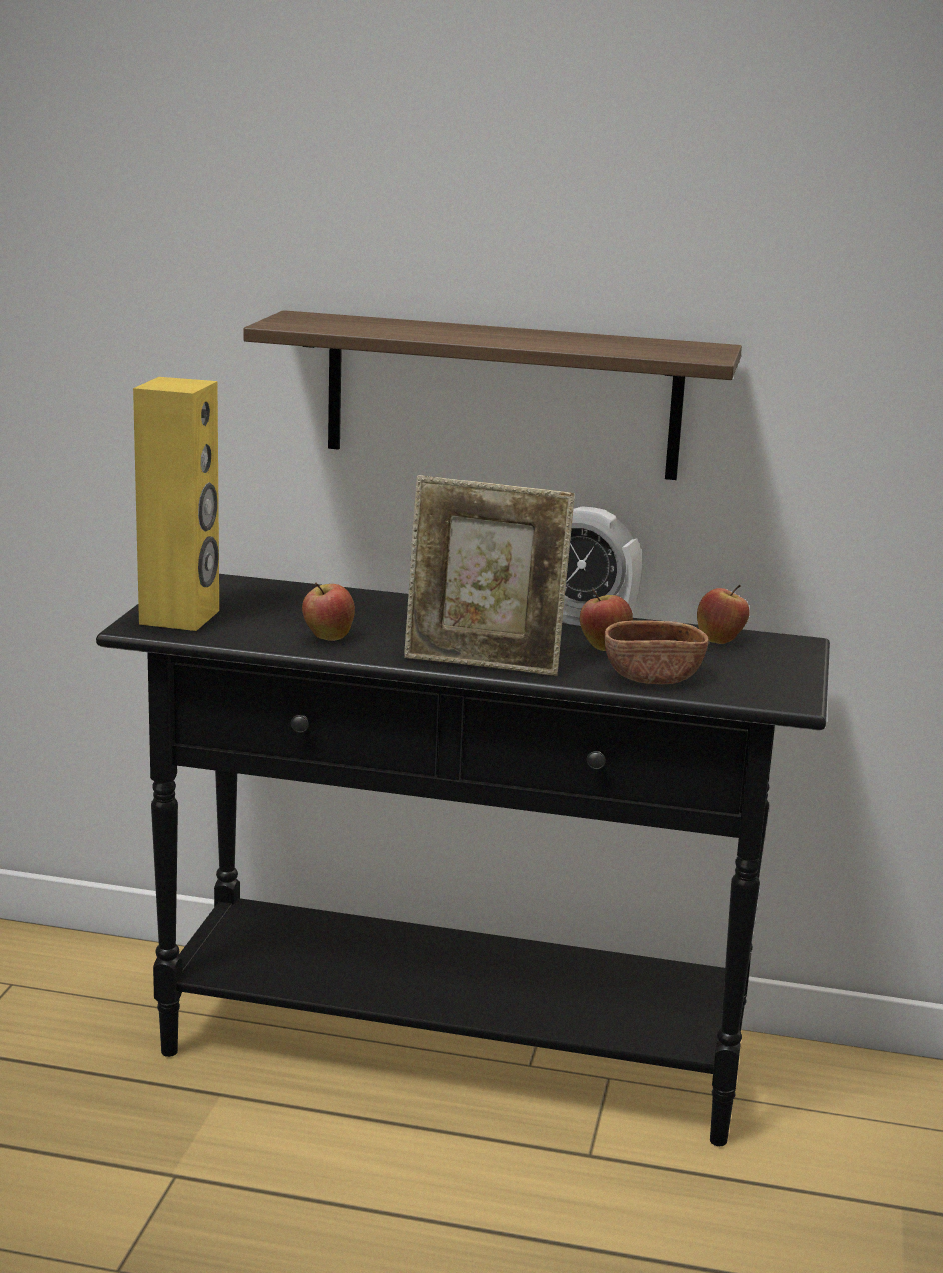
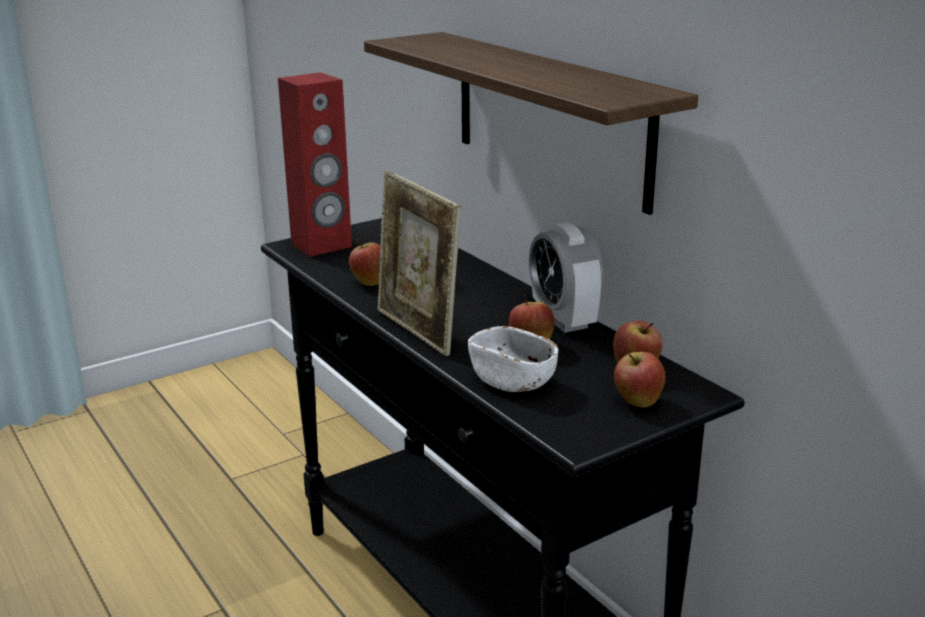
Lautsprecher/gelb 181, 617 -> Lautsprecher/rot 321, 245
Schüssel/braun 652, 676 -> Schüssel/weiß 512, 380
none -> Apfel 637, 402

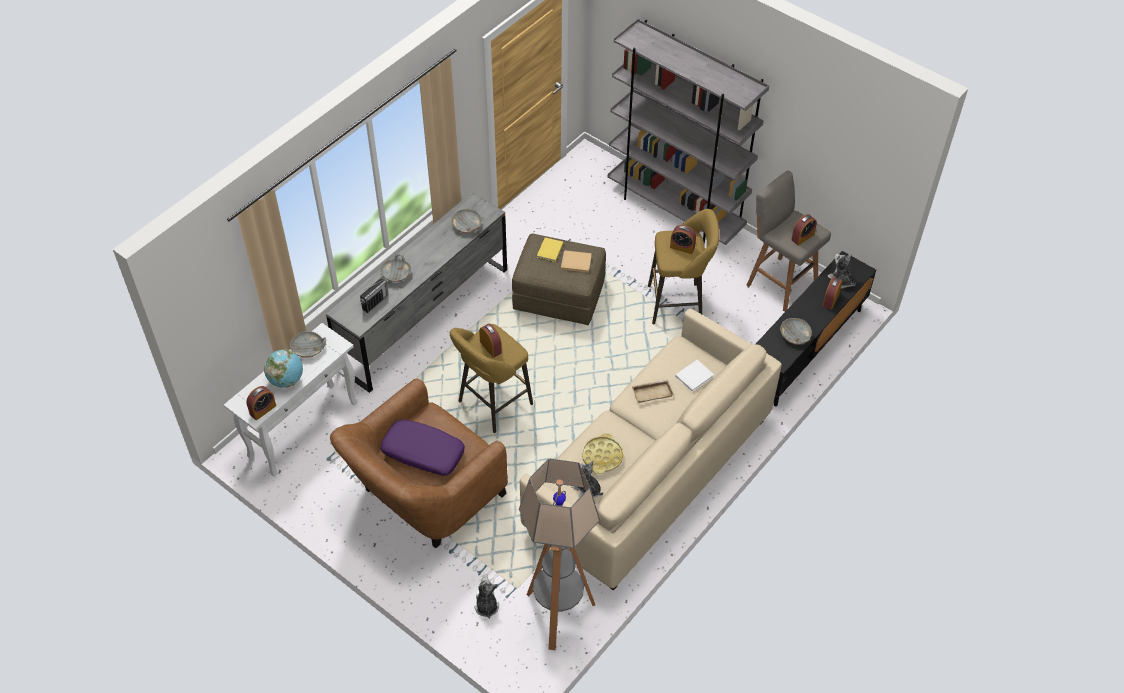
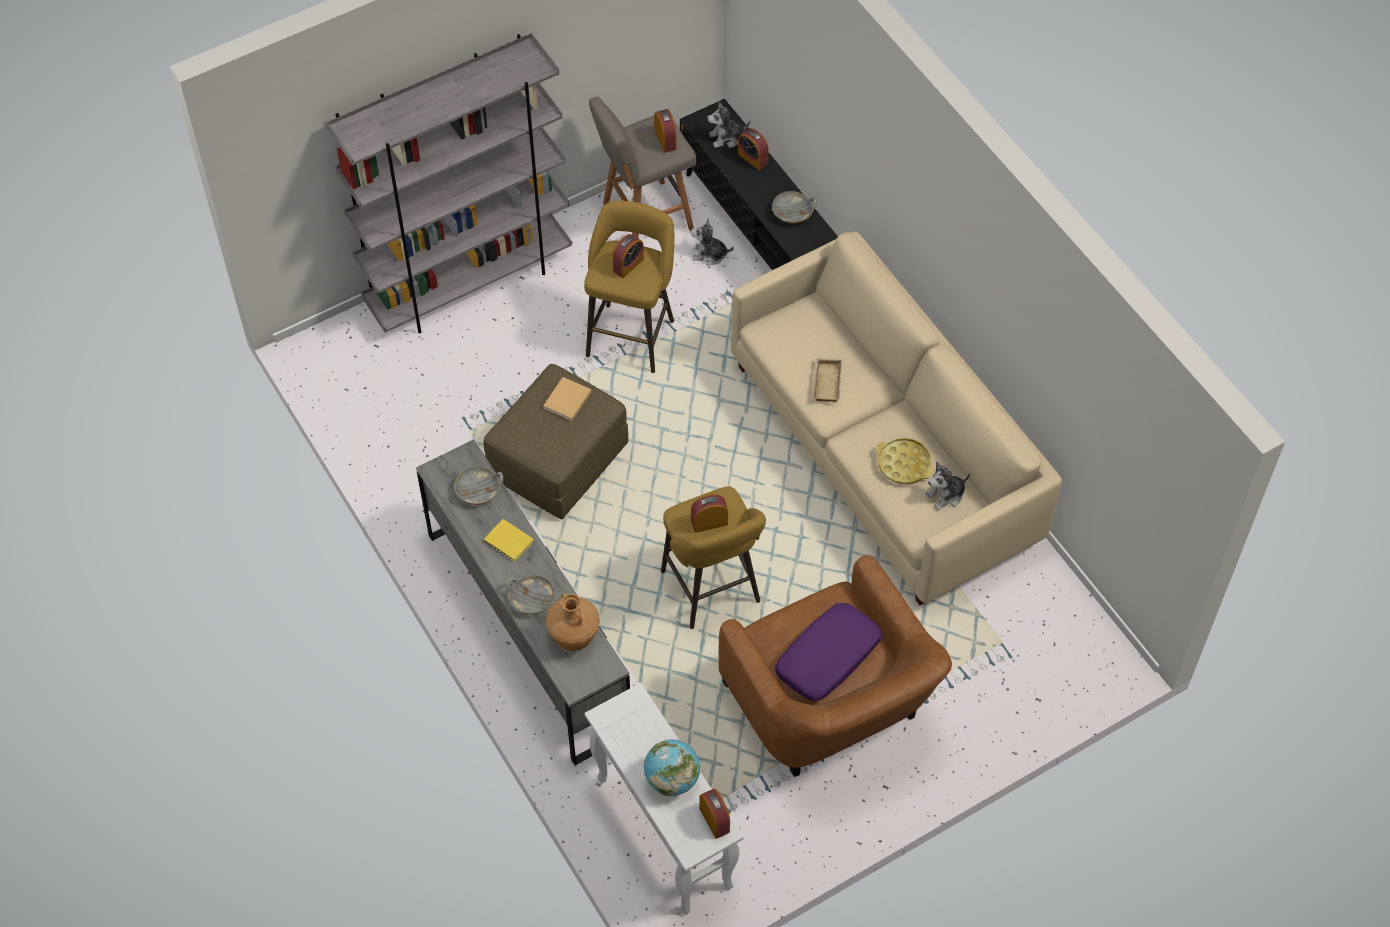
Schüssel/grau 309, 348 -> none
Radio 375, 302 -> Vase/braun 574, 638
Plüschtier 486, 606 -> Plüschtier 710, 255, relocated
Stehlampe 558, 614 -> none
Buch/gelb 549, 251 -> Buch/gelb 509, 542, relocated
Buch/weiß 695, 376 -> none

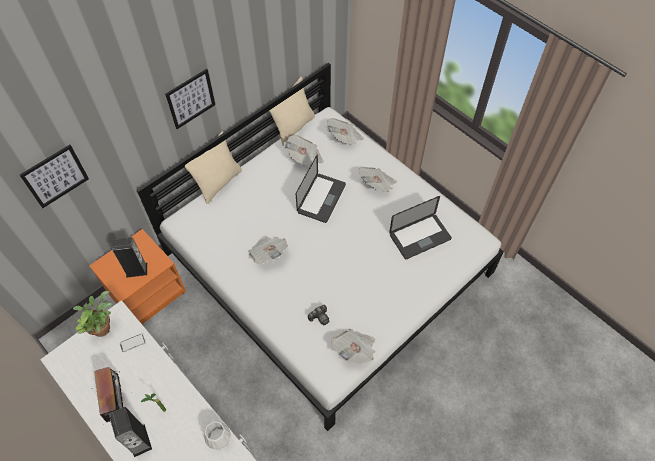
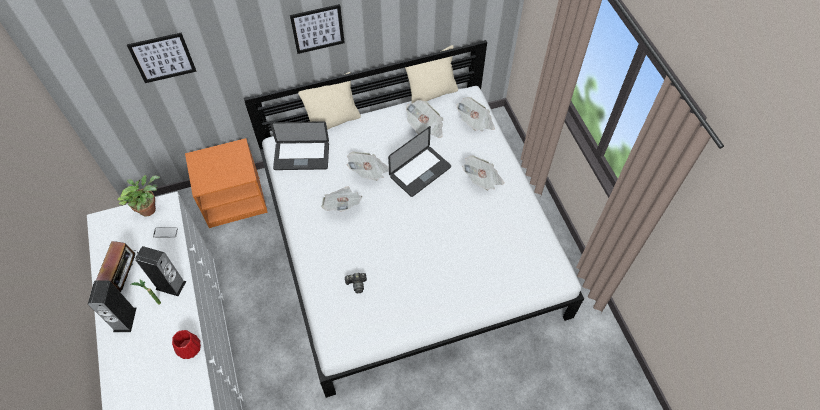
Lautsprecher 136, 270 -> Lautsprecher 170, 285, relocated
Vase/weiß 218, 438 -> Vase/rot 189, 349
Zeitung 355, 350 -> Zeitung 369, 172, relocated
Laptop 420, 237 -> Laptop 301, 156, relocated

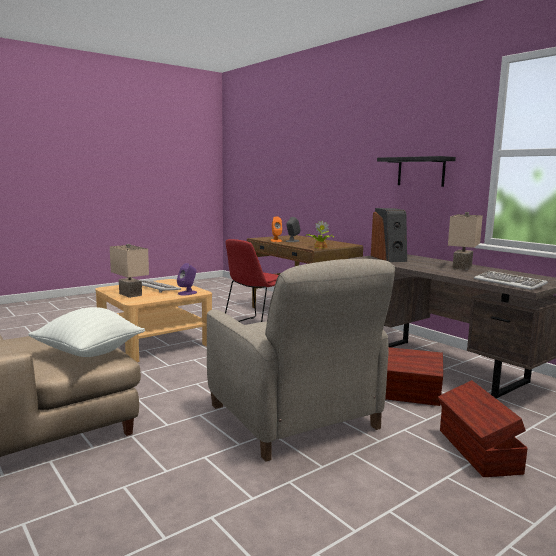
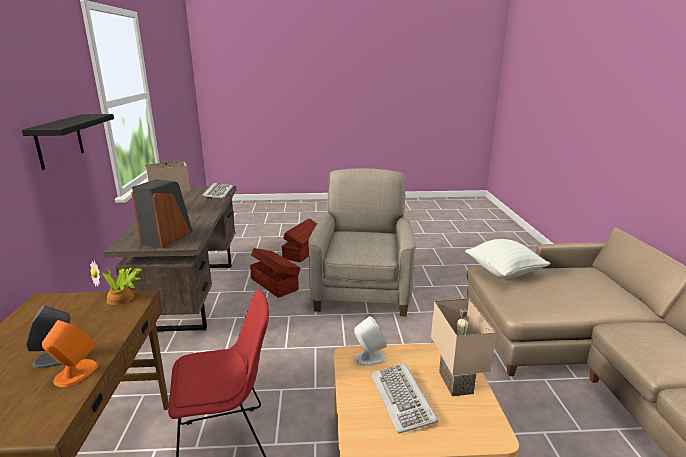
Lautsprecher/lila 187, 293 -> Lautsprecher/weiß 369, 358

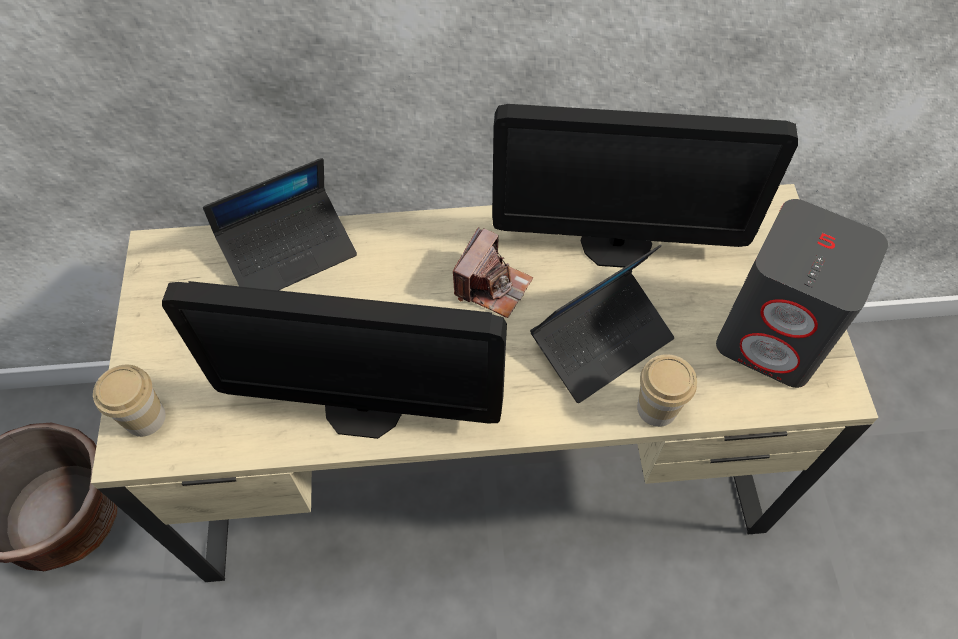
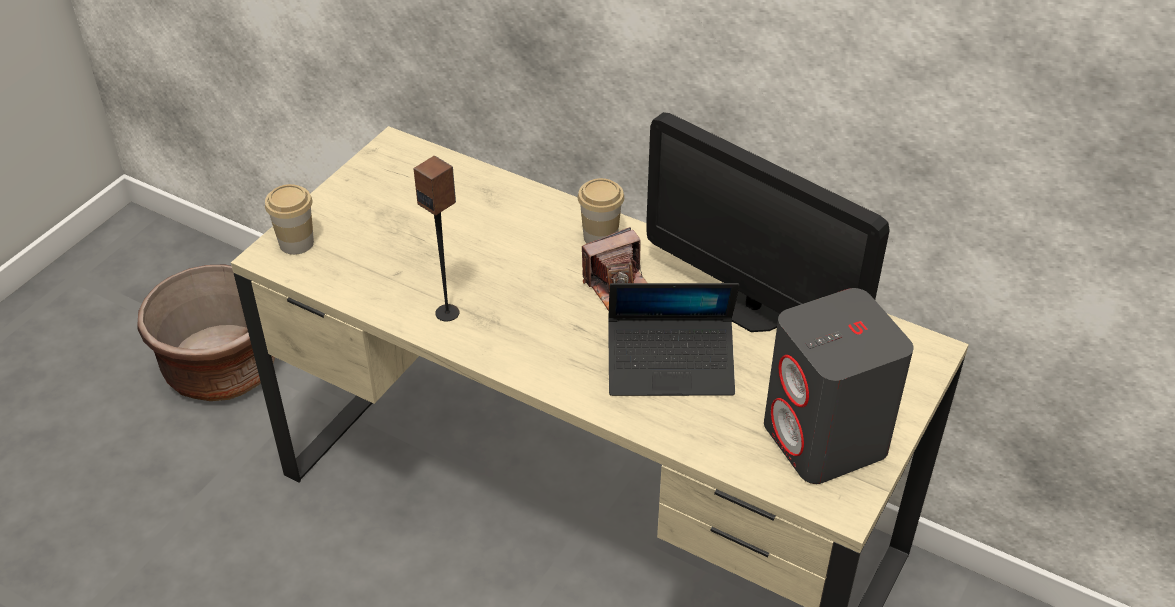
Monitor 364, 406 -> Lautsprecher 447, 312
Laptop 289, 252 -> none
Tasse 657, 408 -> Tasse 600, 237, relocated

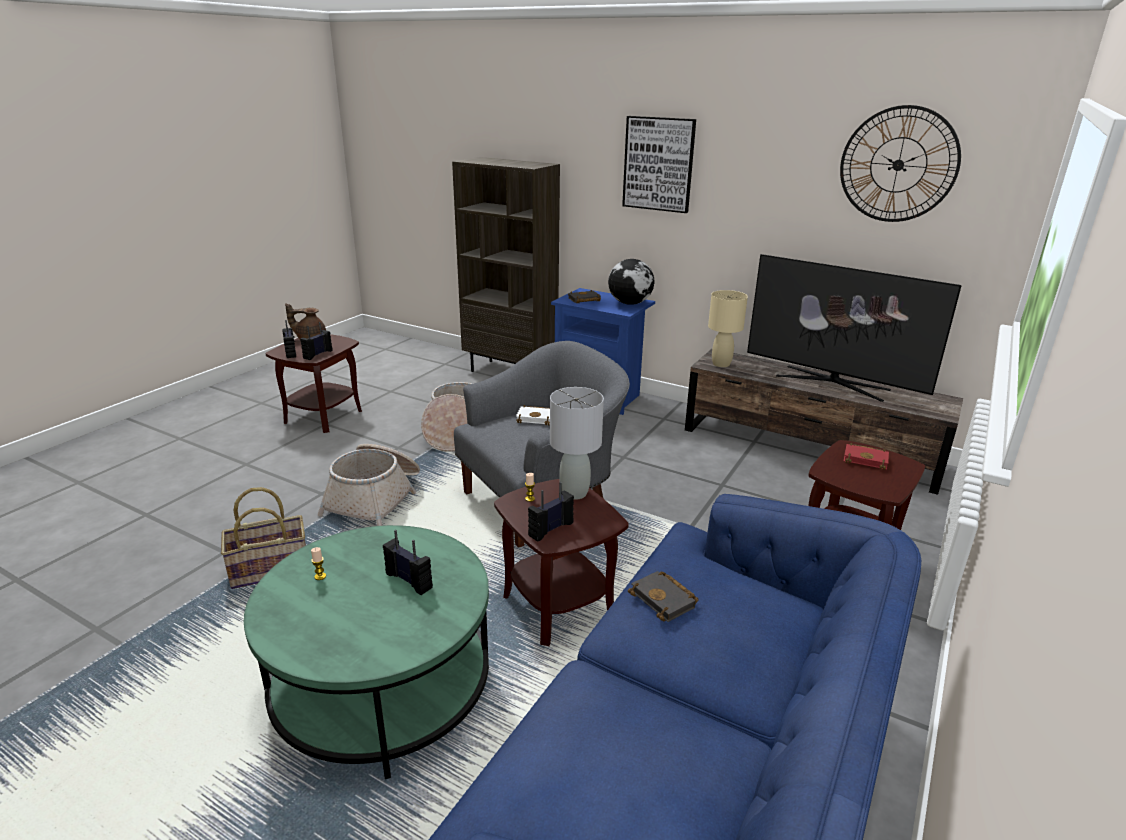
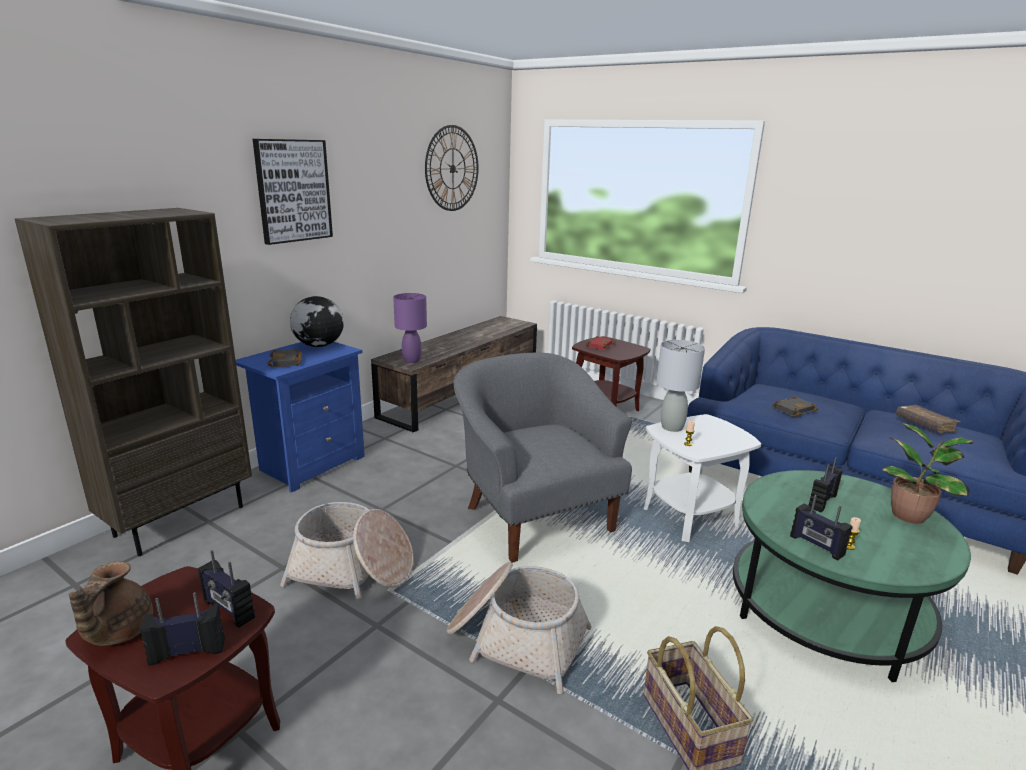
Beistelltisch/braun 559, 606 -> Beistelltisch/weiß 690, 516
Buch/weiß 537, 418 -> none
Radio 550, 529 -> Radio 816, 545, relocated
Tischlampe/beige 721, 364 -> Tischlampe/lila 412, 360
Fernseher 832, 382 -> none
none -> Topfpflanze 911, 516
none -> Buch/braun 924, 425

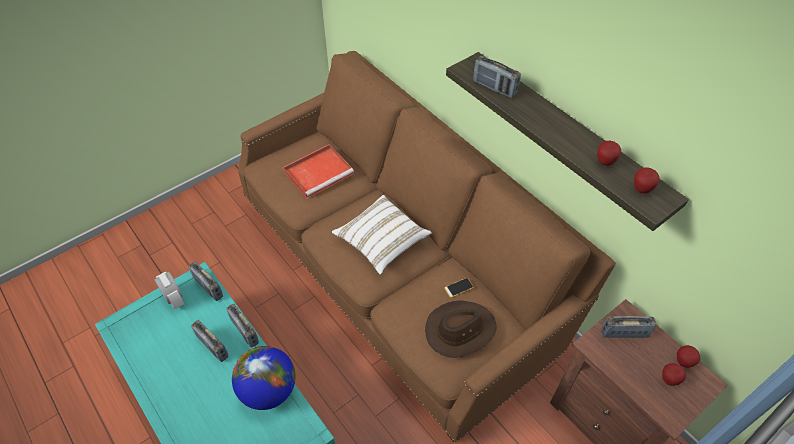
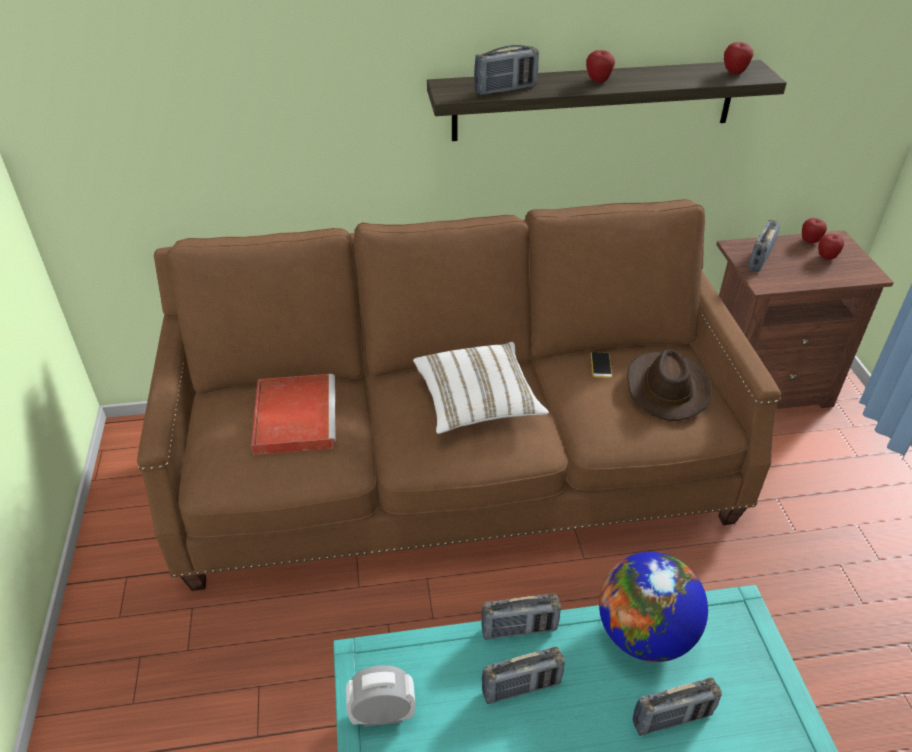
Radio 208, 287 -> Radio 672, 718, relocated
Apfel 605, 162 -> Apfel 598, 81, relocated

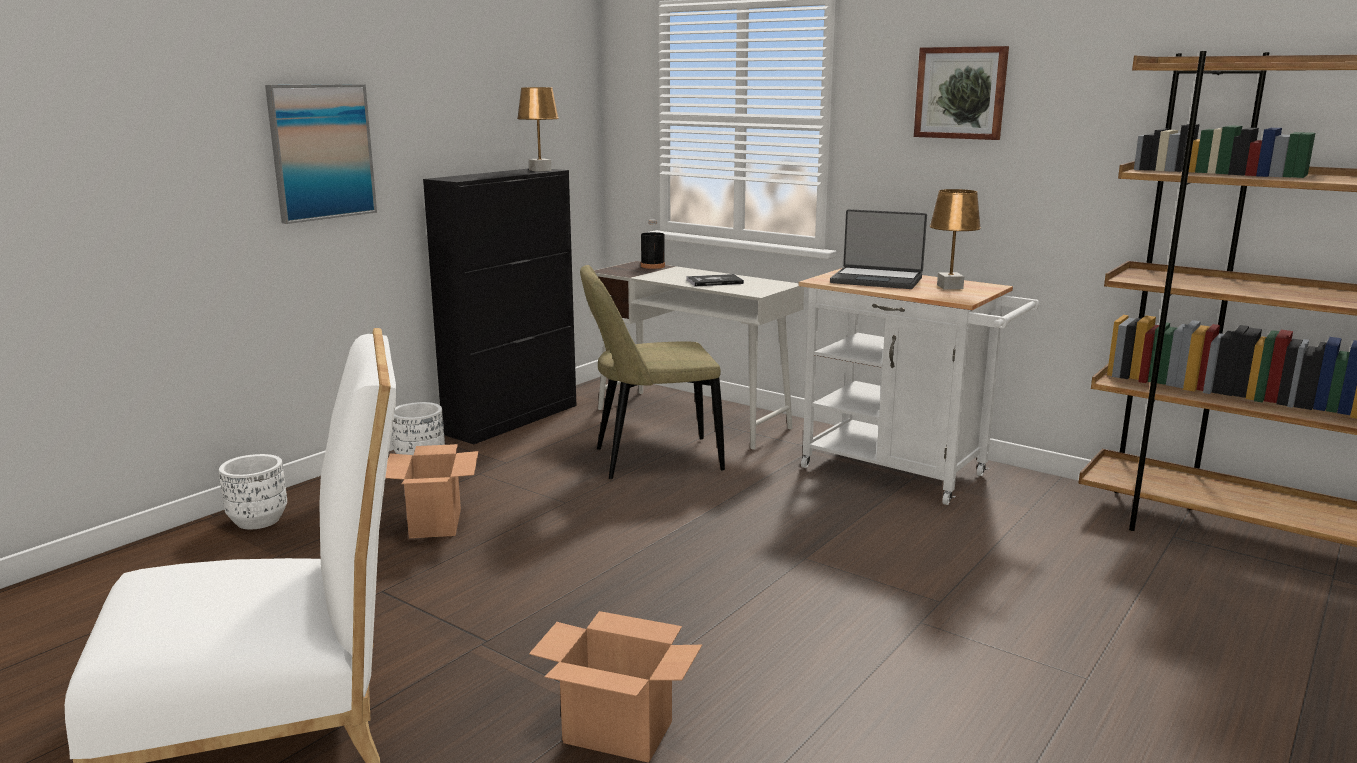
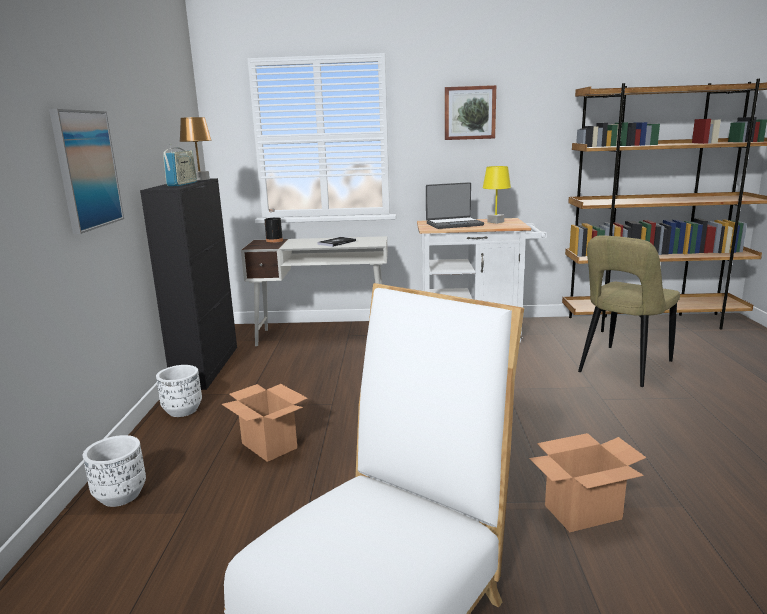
Stuhl/beige 651, 460 -> Stuhl/beige 623, 368, relocated
Tischlampe/braun 949, 287 -> Tischlampe/gelb 495, 222
none -> Radio 182, 184

